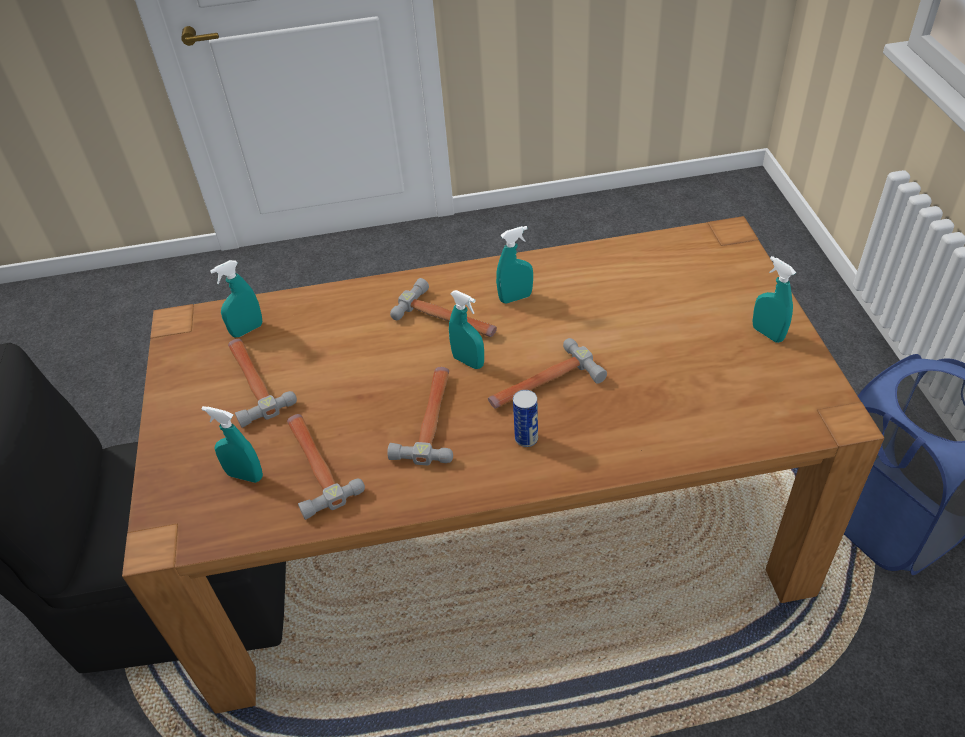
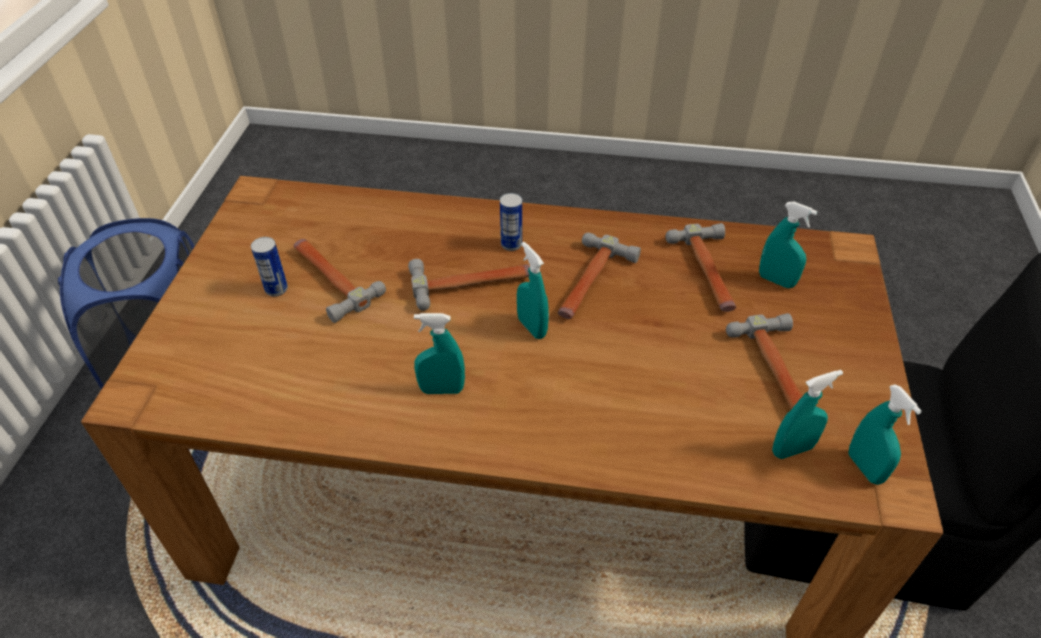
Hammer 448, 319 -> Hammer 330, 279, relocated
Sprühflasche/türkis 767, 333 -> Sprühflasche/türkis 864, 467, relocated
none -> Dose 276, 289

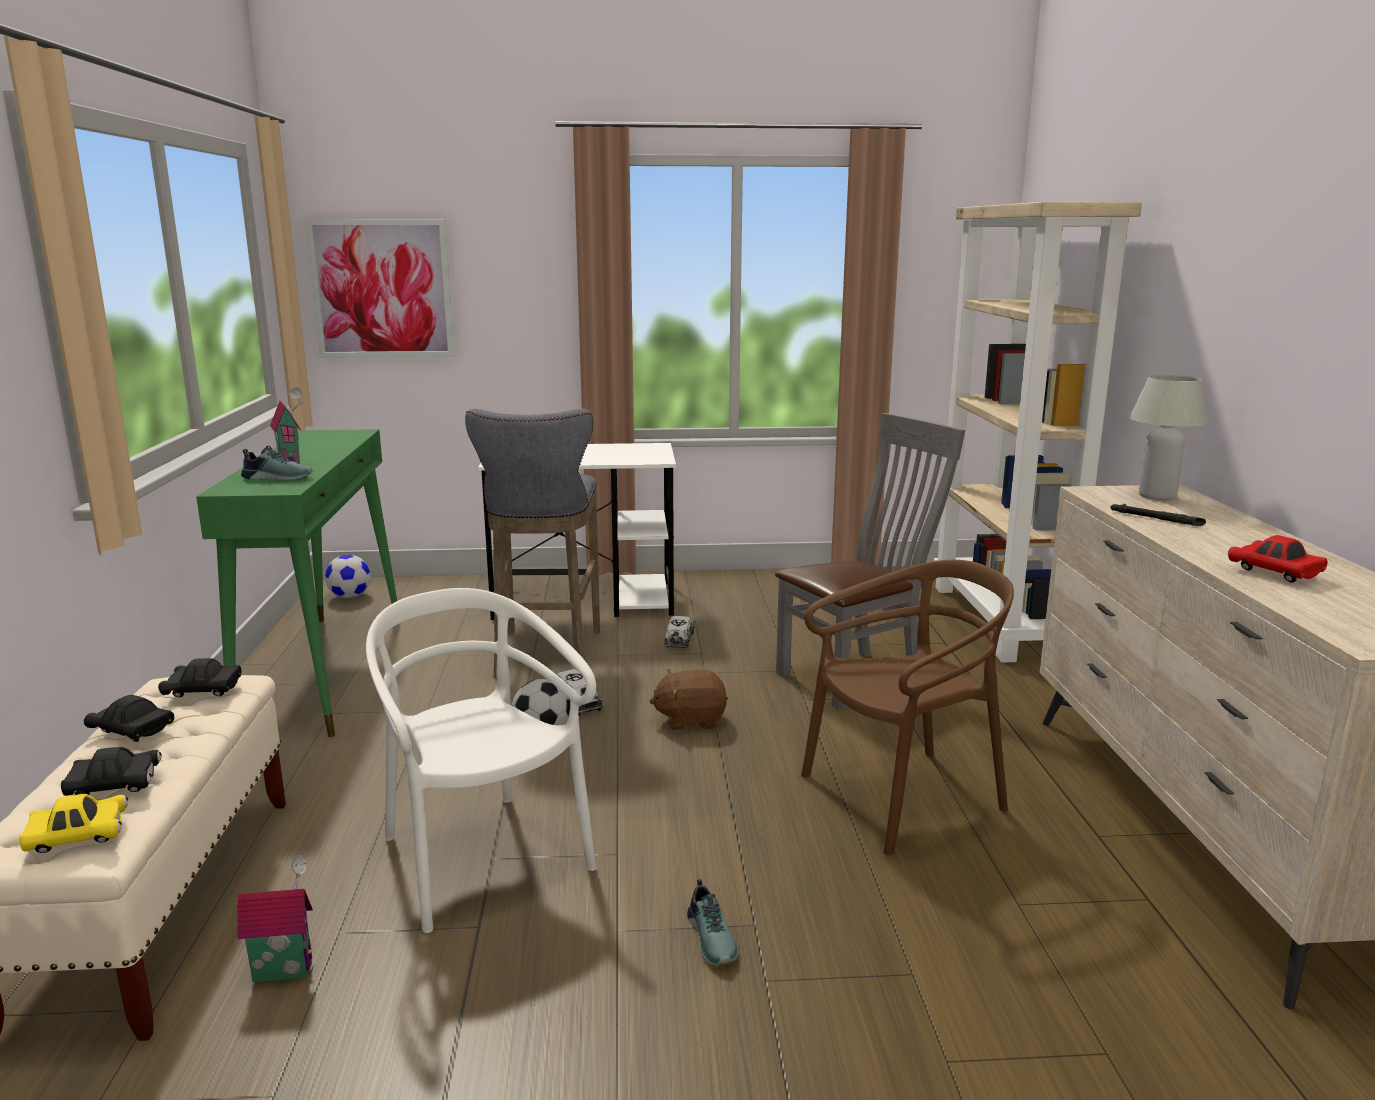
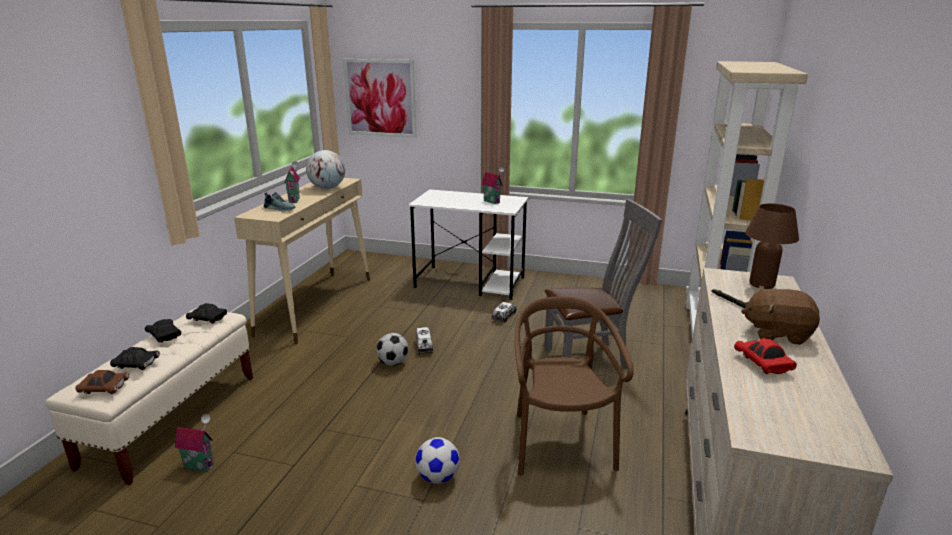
Spielzeugauto/gelb 78, 838 -> Spielzeugauto/braun 104, 389
Konsolentisch/grün 325, 670 -> Konsolentisch/beige 317, 305
Fußball 350, 596 -> Fußball 437, 477, relocated
Stuhl/weiß 482, 858 -> none
Hocker/grau 547, 656 -> none
Plüschtier/braun 690, 720 -> Plüschtier/braun 777, 333, relocated
Schuh 713, 938 -> none
Stuhl/braun 903, 797 -> Stuhl/braun 560, 443, 90 degrees counterclockwise
Tischlampe/weiß 1157, 496 -> Tischlampe/braun 761, 284
none -> Globus 327, 188
none -> Spielzeughaus 492, 201

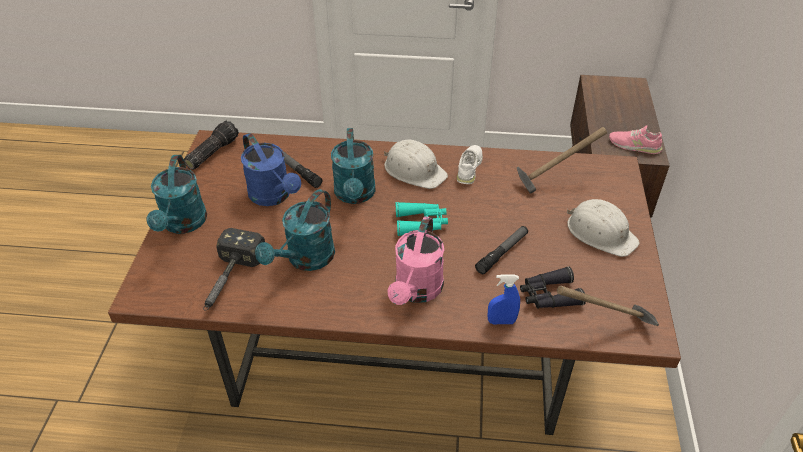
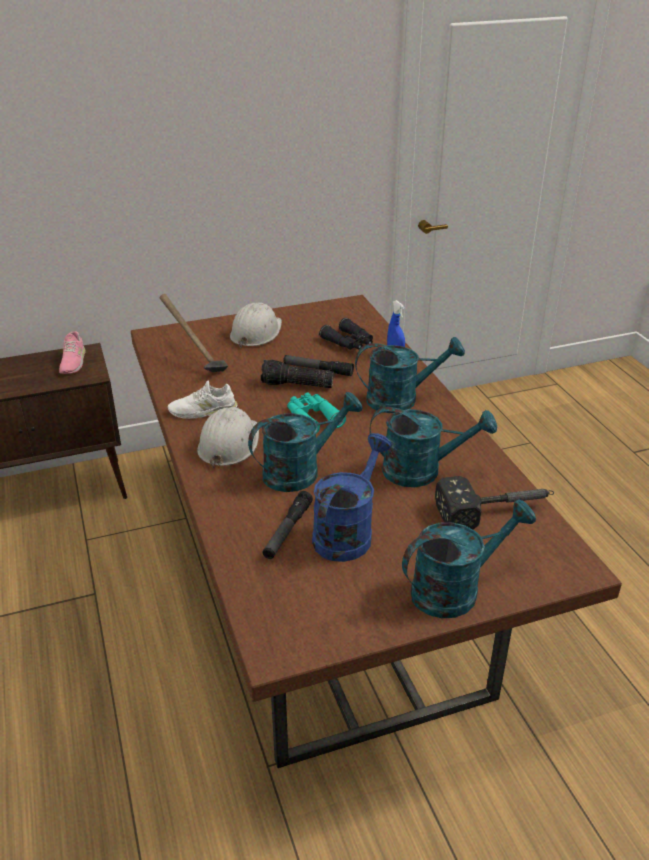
Taschenlampe 212, 152 -> Taschenlampe 296, 385, relocated
Gießkanne/rosa 416, 291 -> Gießkanne/türkis 401, 399
Hammer 604, 327 -> none

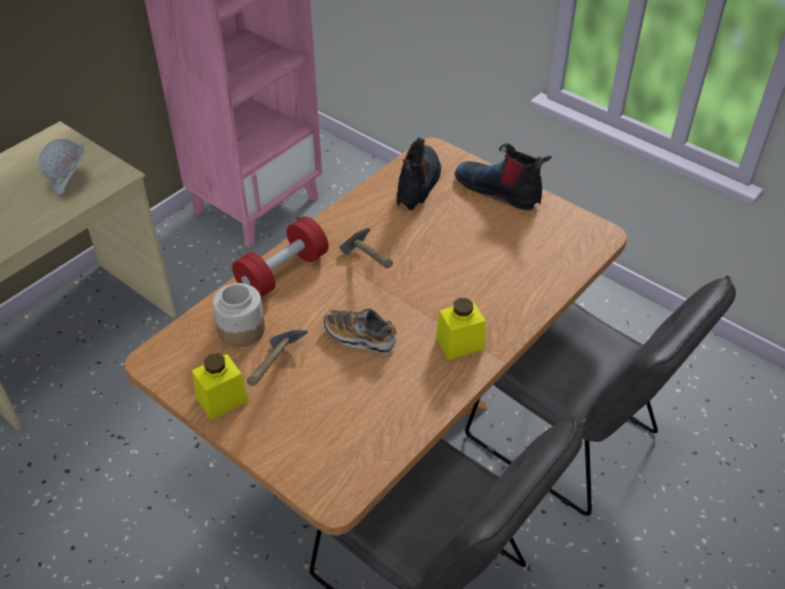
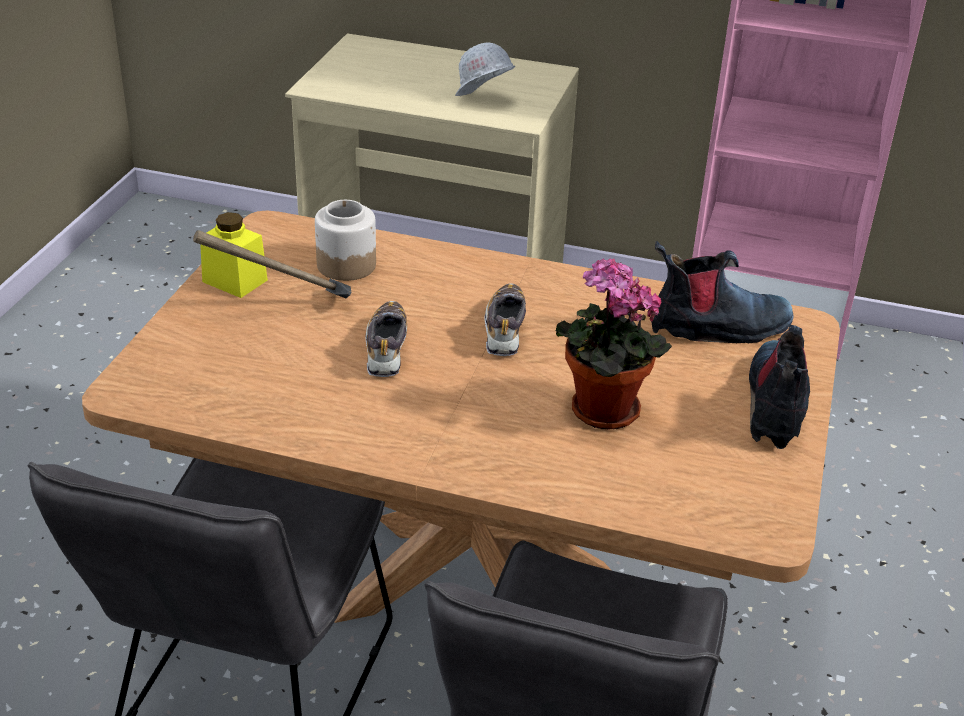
Hantel/rot 283, 272 -> none
Hammer 369, 274 -> Schuh 504, 330
Vorratsglas/gelb 460, 343 -> none
none -> Topfpflanze 599, 413

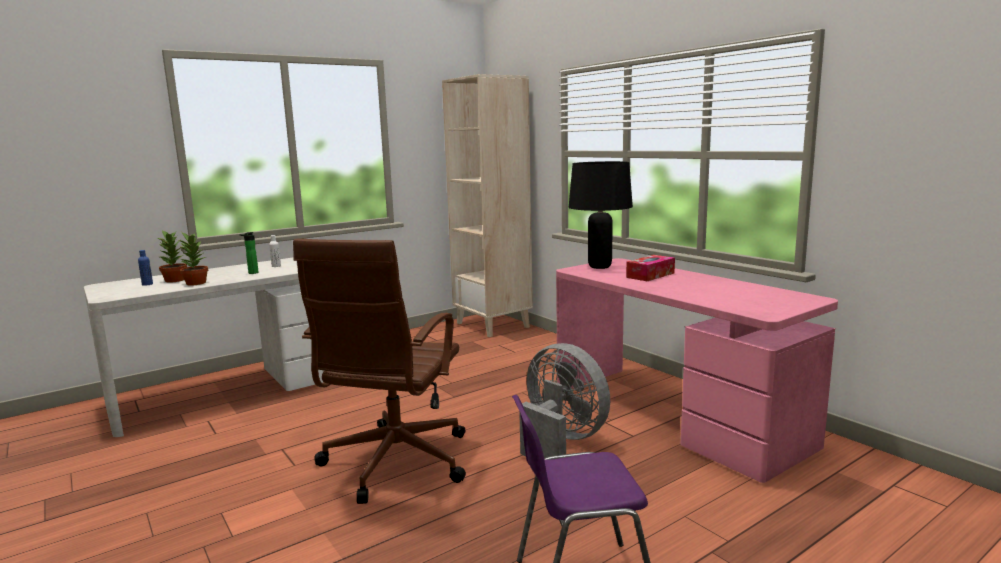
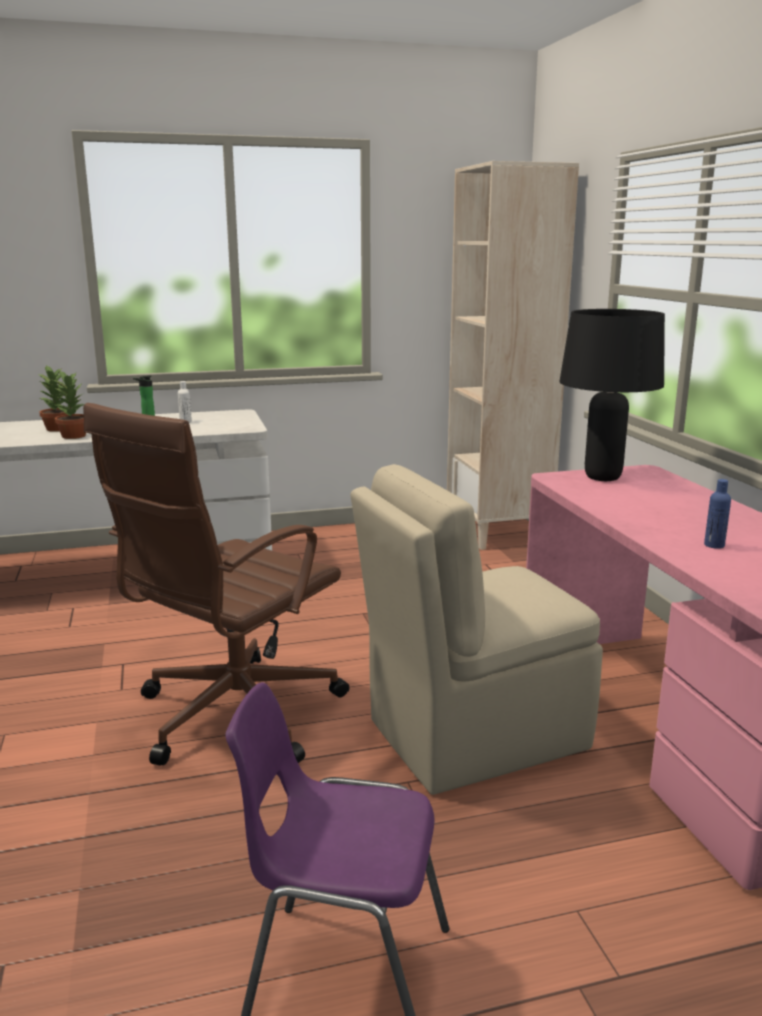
Flasche/blau 147, 284 -> Flasche/blau 714, 545, relocated
Ventilator/grau 561, 441 -> Stuhl/beige 472, 735
Taschentuchbox 650, 275 -> none

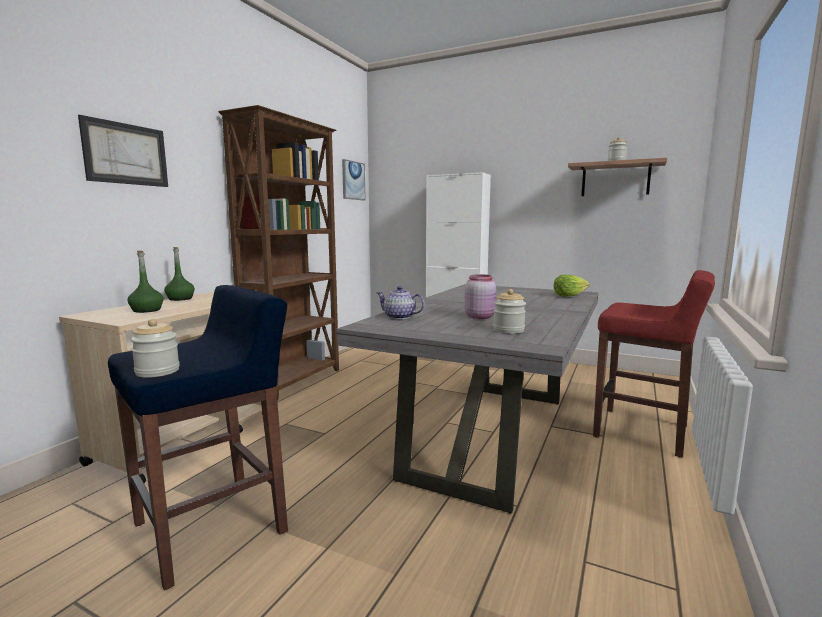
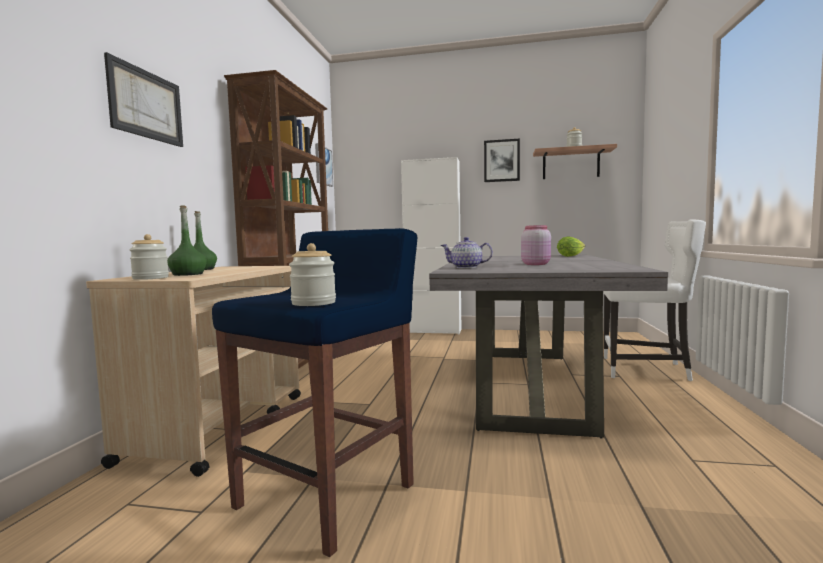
Vorratsglas 508, 330 -> Vorratsglas 150, 278, relocated
Hocker/rot 643, 432 -> Stuhl/weiß 646, 370
none -> Bild 501, 161

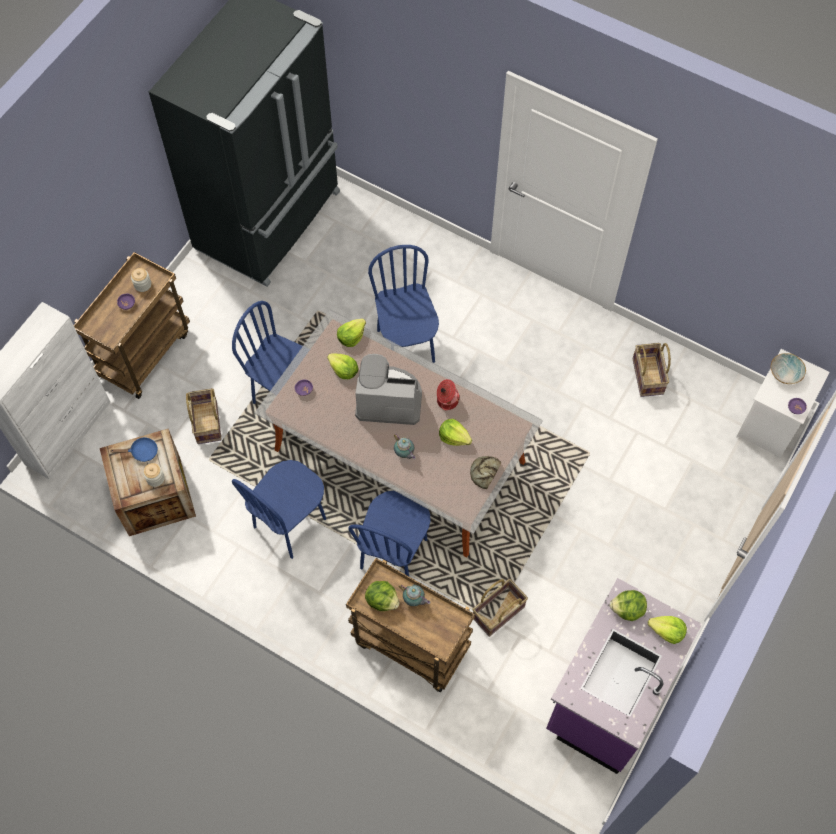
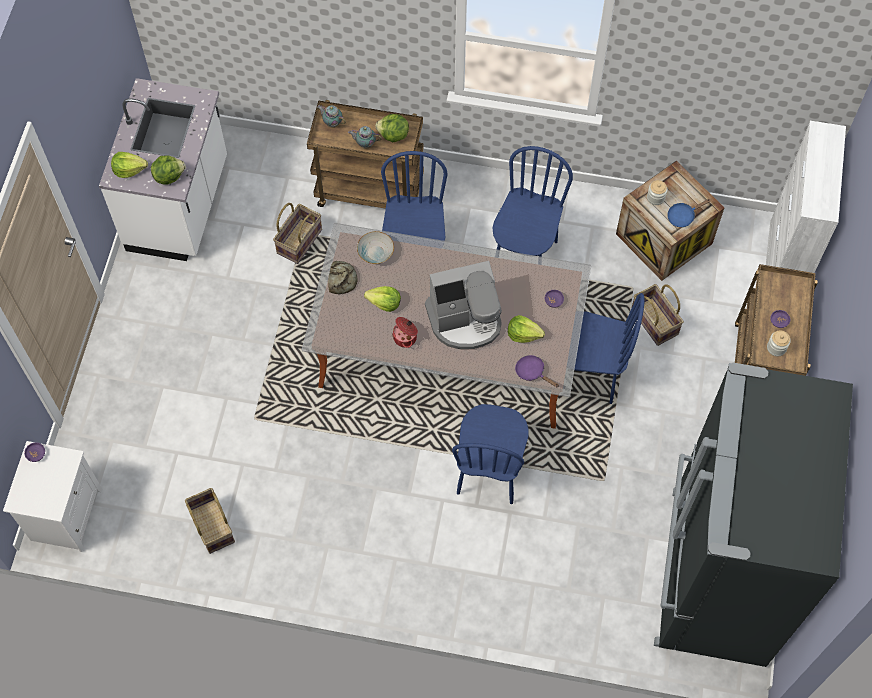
Salatkopf 351, 336 -> Pfanne/lila 532, 372
Stuhl/blau 406, 346 -> Stuhl/blau 489, 472, 45 degrees clockwise
Teekanne 404, 454 -> Teekanne 332, 123, relocated
Küchenzeile/lila 608, 695 -> Küchenzeile/weiß 180, 206
Schüssel 785, 373 -> Schüssel 375, 253, relocated

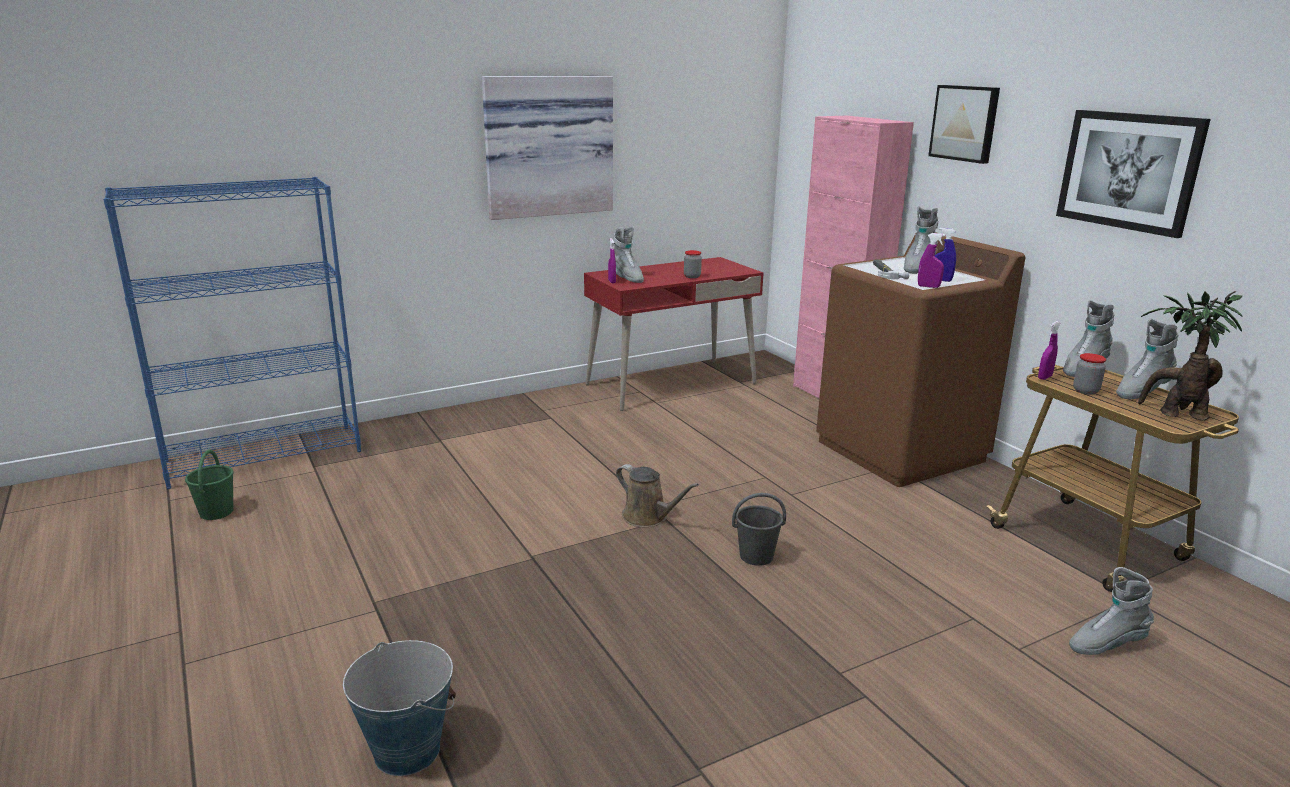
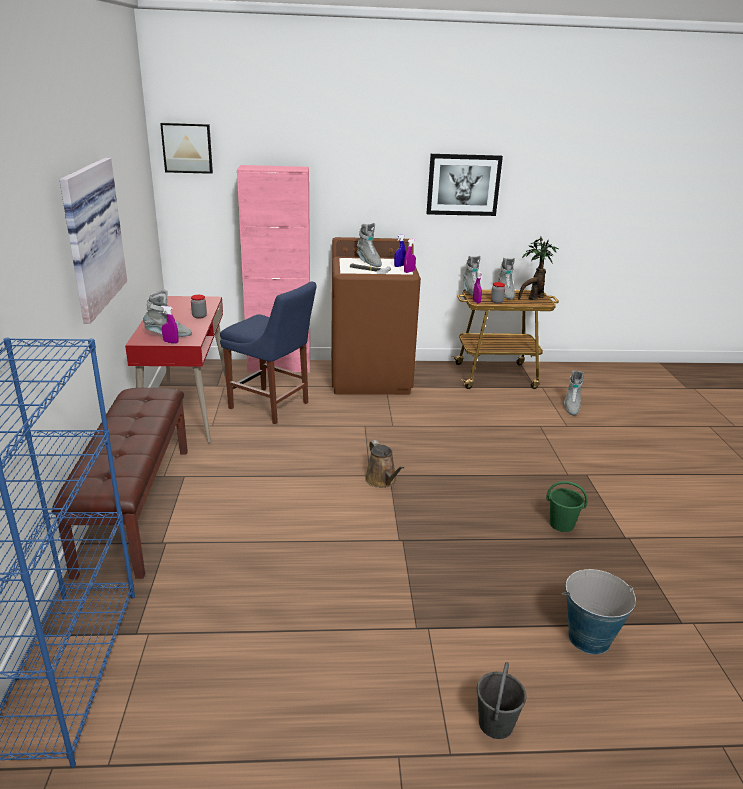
Eimer/grün 216, 512 -> Eimer/grün 561, 524, relocated
Gießkanne/braun 648, 517 -> Gießkanne/braun 382, 480, 90 degrees clockwise
Eimer/grau 757, 556 -> Eimer/grau 496, 723, relocated
Bild 965, 123 -> Bild 187, 148, relocated
none -> Bank/braun 135, 506
none -> Stuhl/blau 272, 406

